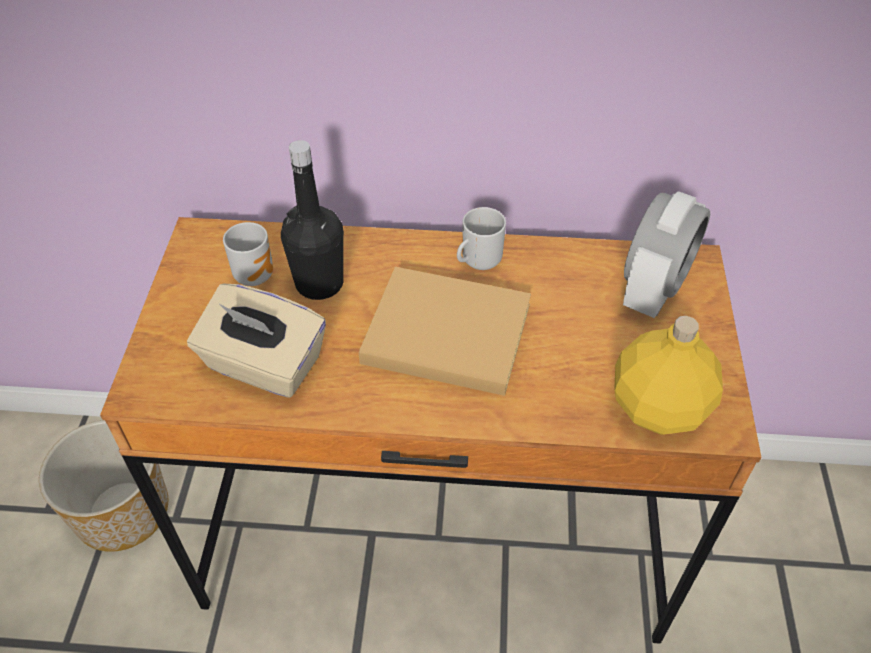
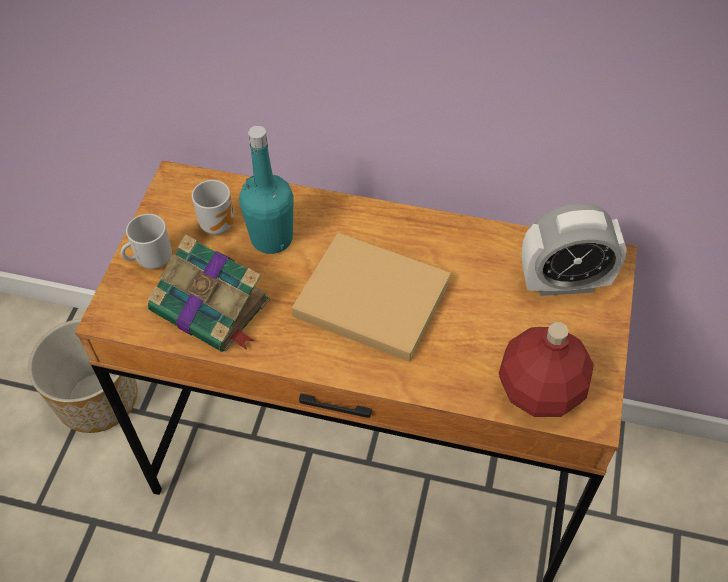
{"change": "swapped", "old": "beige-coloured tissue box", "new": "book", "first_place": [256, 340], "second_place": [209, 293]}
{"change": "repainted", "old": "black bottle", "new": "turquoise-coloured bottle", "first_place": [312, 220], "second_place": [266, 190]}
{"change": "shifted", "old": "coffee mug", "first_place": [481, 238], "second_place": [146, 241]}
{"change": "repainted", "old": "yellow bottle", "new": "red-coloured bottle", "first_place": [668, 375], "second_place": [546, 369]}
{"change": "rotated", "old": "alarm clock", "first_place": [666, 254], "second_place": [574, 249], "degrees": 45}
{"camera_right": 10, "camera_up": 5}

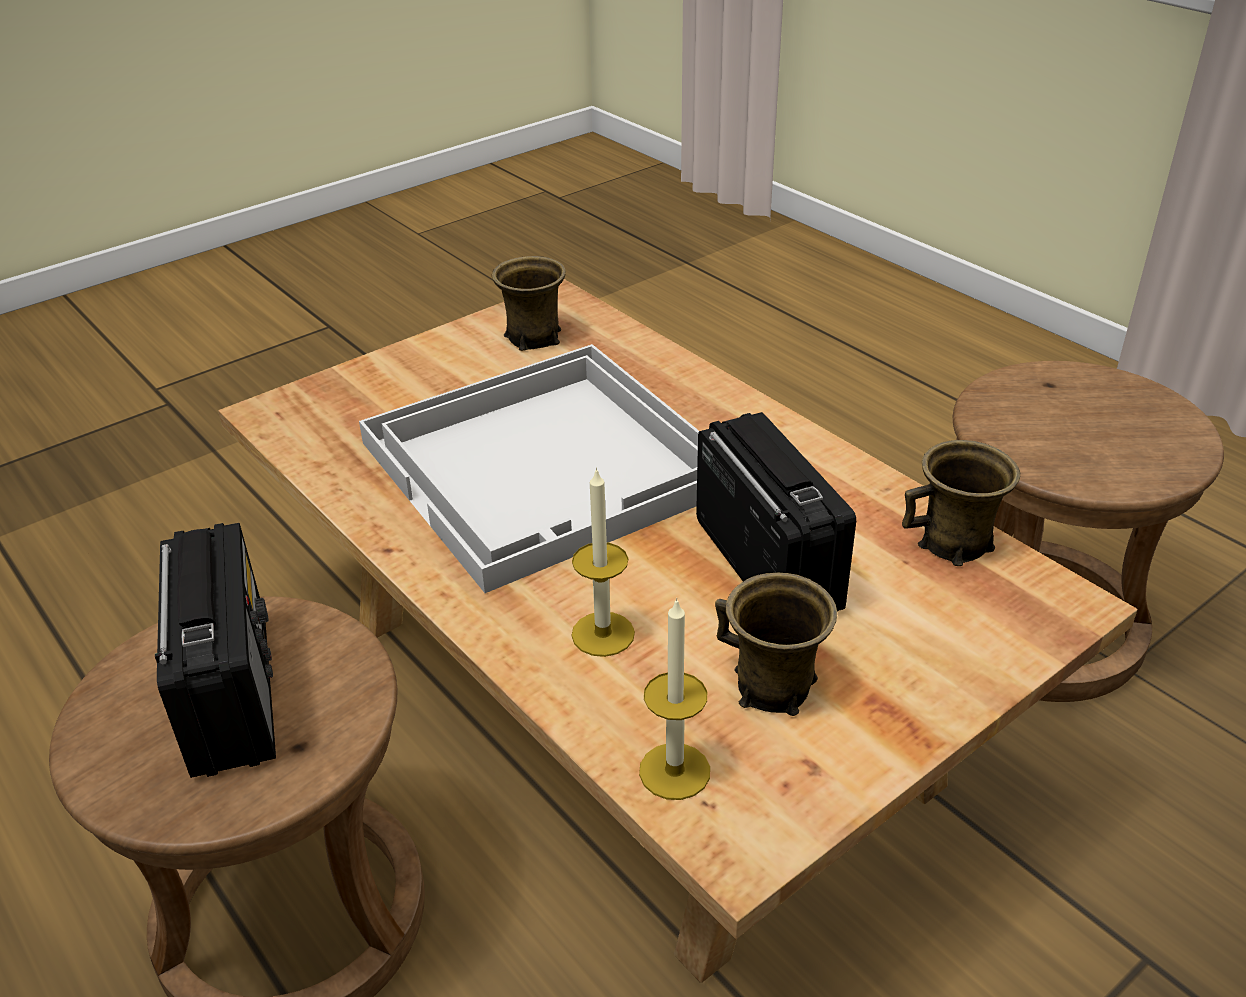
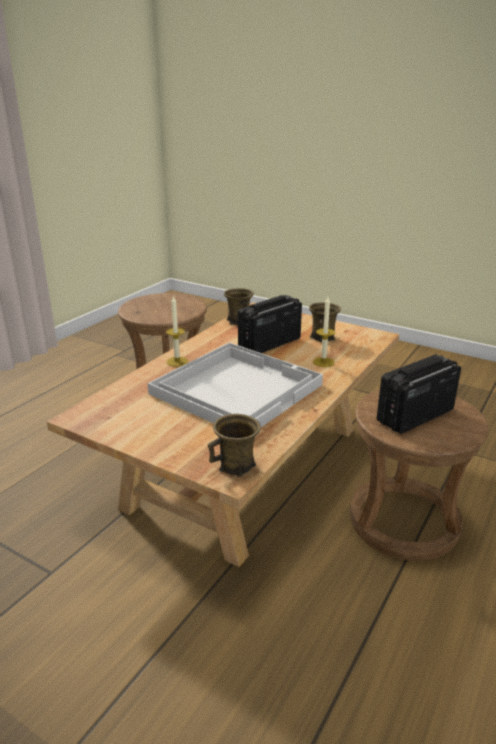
{"change": "shifted", "old": "brown-coloured coffee mug", "first_place": [529, 303], "second_place": [234, 445]}
{"change": "shifted", "old": "wax light", "first_place": [674, 699], "second_place": [177, 331]}
{"camera_right": -110, "camera_up": -10}

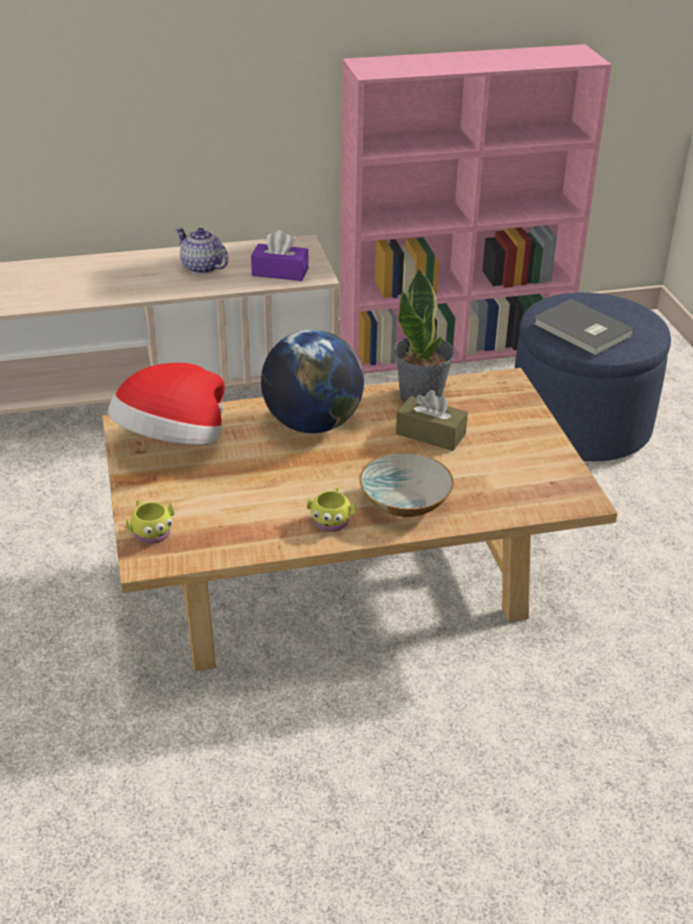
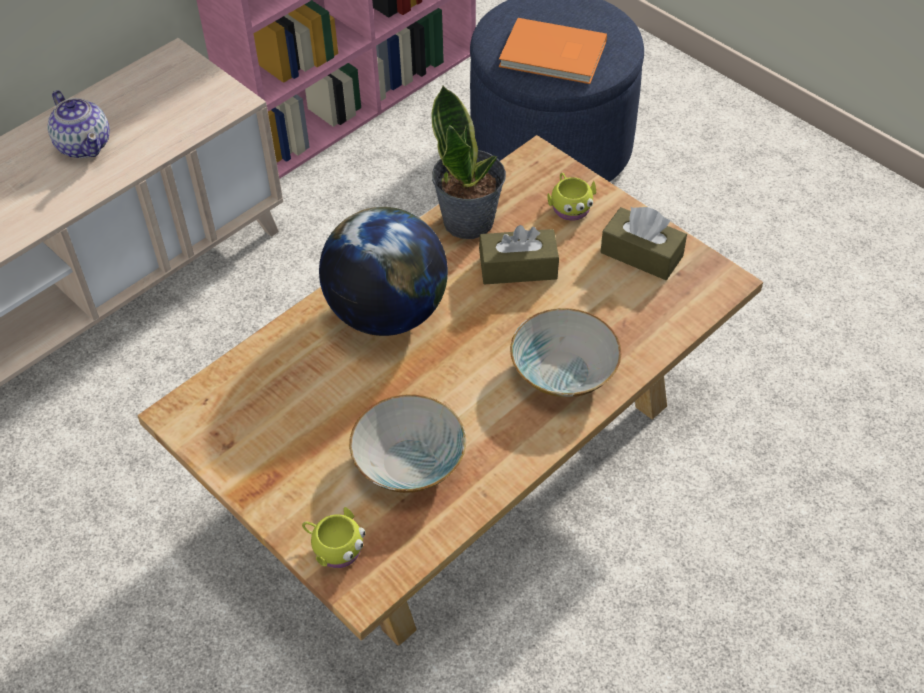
{"change": "gone", "old": "hat", "first_place": [166, 404]}
{"change": "rotated", "old": "pot for tea", "first_place": [202, 251], "second_place": [78, 124], "degrees": -135}
{"change": "gone", "old": "purple tissue box", "first_place": [279, 255]}
{"change": "shifted", "old": "yellow coffee mug", "first_place": [331, 509], "second_place": [571, 196]}
{"change": "repainted", "old": "grey book", "new": "orangey book", "first_place": [583, 327], "second_place": [553, 51]}
{"change": "new", "new": "bowl", "second_place": [407, 443]}
{"change": "new", "new": "brown-coloured tissue box", "second_place": [644, 243]}
{"camera_right": -30, "camera_up": 15}

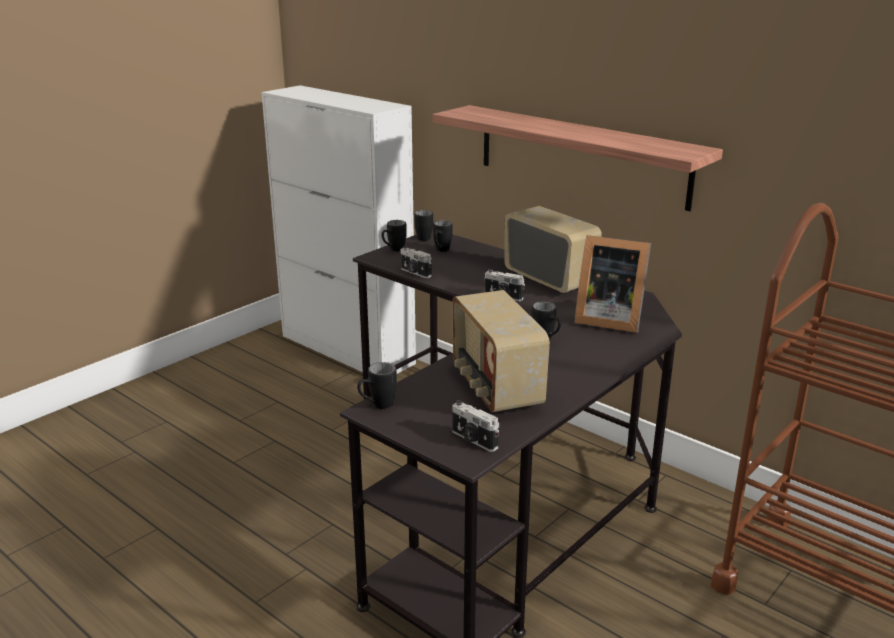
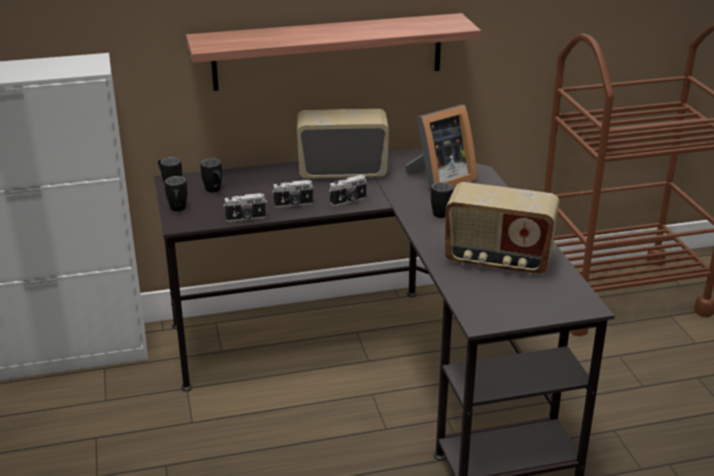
{"change": "gone", "old": "black coffee mug", "first_place": [377, 385]}
{"change": "shifted", "old": "still camera", "first_place": [475, 426], "second_place": [293, 194]}
{"camera_right": -55, "camera_up": 5}

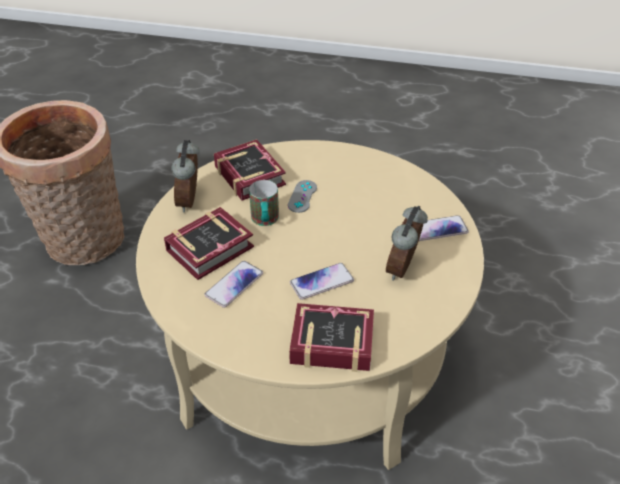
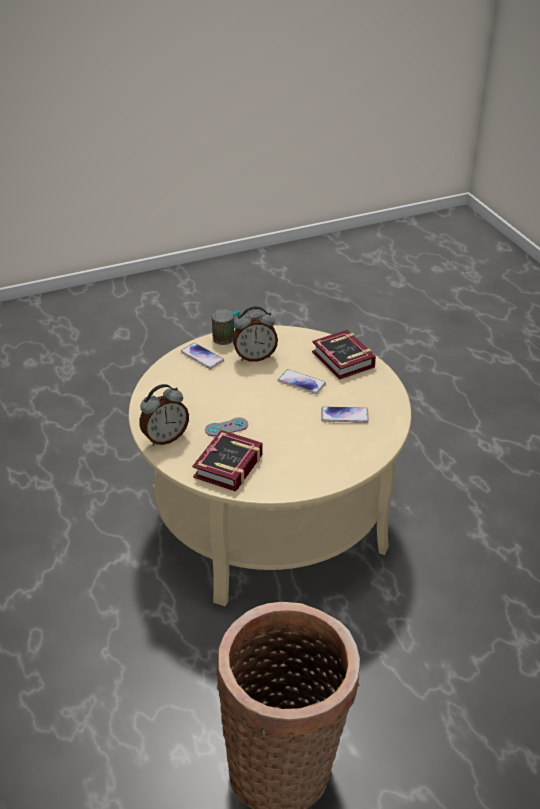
{"change": "gone", "old": "book", "first_place": [209, 243]}
{"change": "shifted", "old": "alarm clock", "first_place": [185, 176], "second_place": [164, 415]}
{"change": "shifted", "old": "coffee mug", "first_place": [264, 203], "second_place": [226, 327]}
{"camera_right": -125, "camera_up": -5}

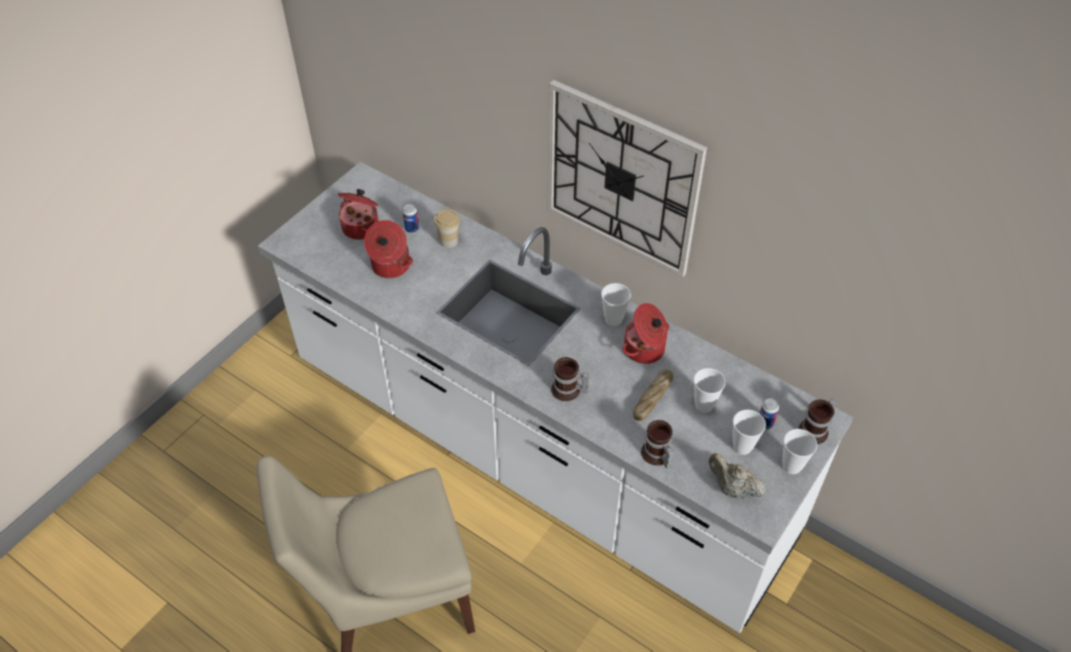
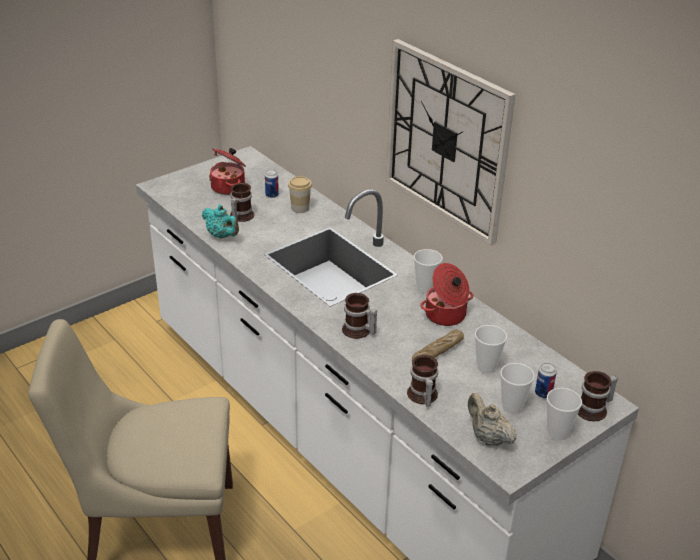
{"change": "swapped", "old": "cooking pot", "new": "coffee mug", "first_place": [388, 249], "second_place": [242, 202]}
{"change": "new", "new": "turquoise-coloured pot for tea", "second_place": [220, 221]}
{"camera_right": 15, "camera_up": -15}

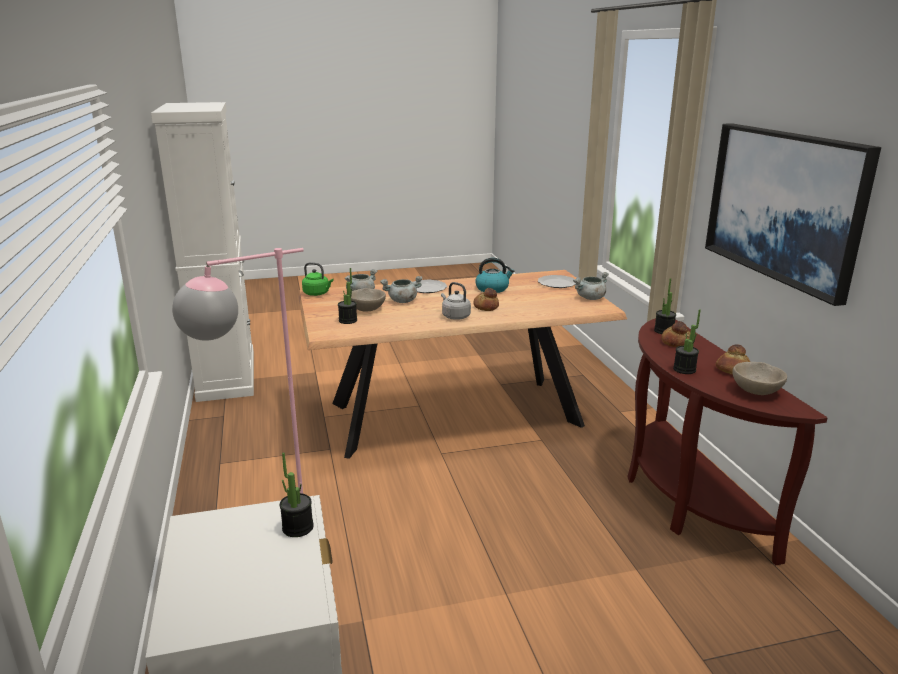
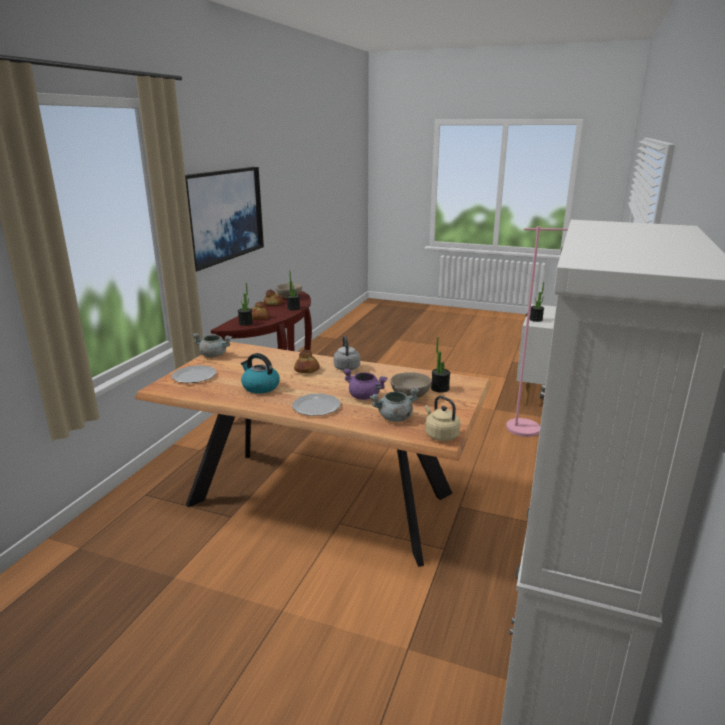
{"change": "repainted", "old": "green tea kettle", "new": "beige-coloured tea kettle", "first_place": [317, 279], "second_place": [442, 418]}
{"change": "repainted", "old": "grey cooking pot", "new": "purple cooking pot", "first_place": [401, 289], "second_place": [365, 384]}
{"camera_right": -145, "camera_up": 0}

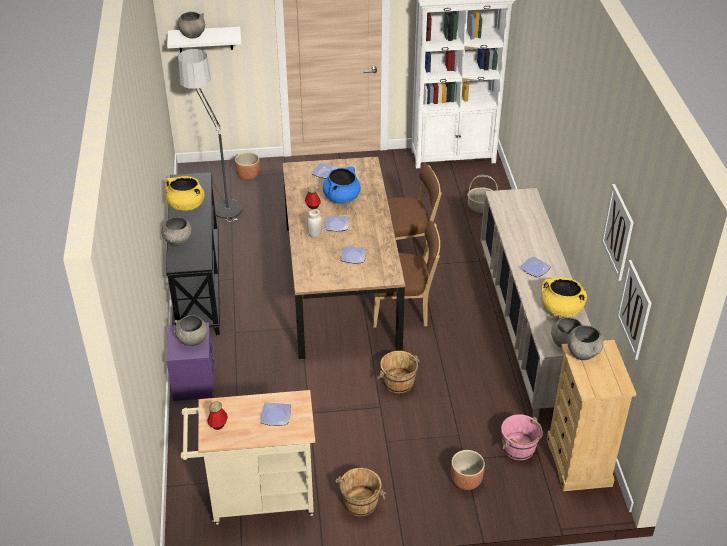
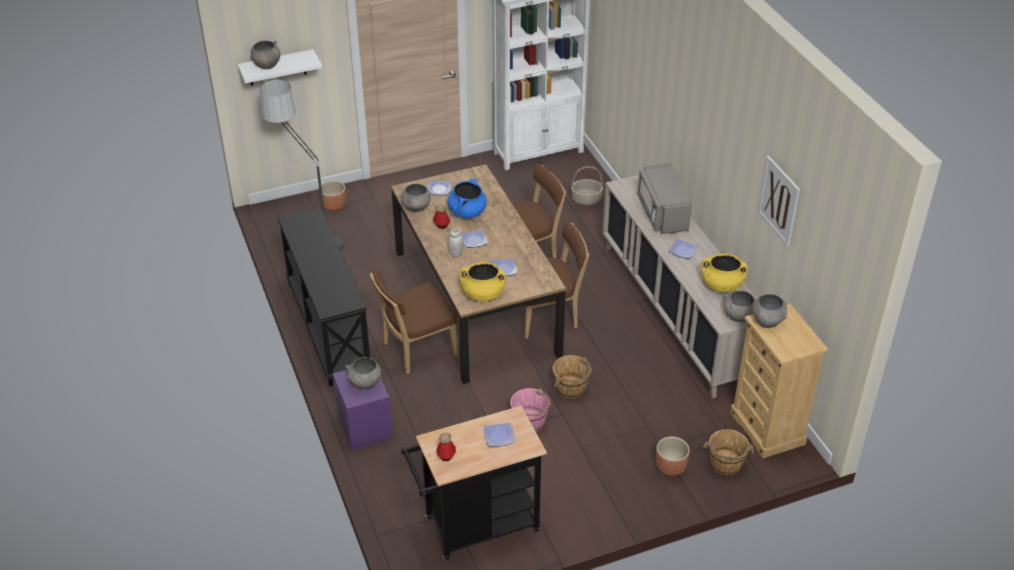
{"change": "shifted", "old": "grey bowl", "first_place": [176, 231], "second_place": [416, 198]}
{"change": "shifted", "old": "yellow cooking pot", "first_place": [185, 193], "second_place": [483, 282]}
{"change": "repainted", "old": "beige-coloured trolley", "new": "black trolley", "first_place": [248, 457], "second_place": [474, 483]}
{"change": "shifted", "old": "brown-coloured pail", "first_place": [360, 492], "second_place": [728, 452]}
{"change": "shifted", "old": "pink pail", "first_place": [522, 437], "second_place": [530, 410]}
{"change": "gone", "old": "picture", "first_place": [633, 310]}
{"change": "new", "new": "brown-coloured upright chair", "second_place": [414, 321]}
{"change": "new", "new": "grey microwave", "second_place": [665, 198]}
{"camera_right": -15, "camera_up": 0}

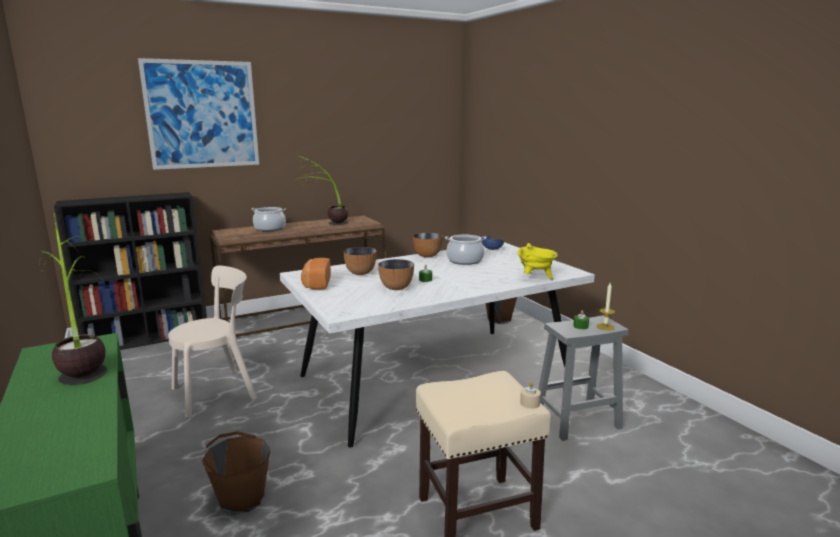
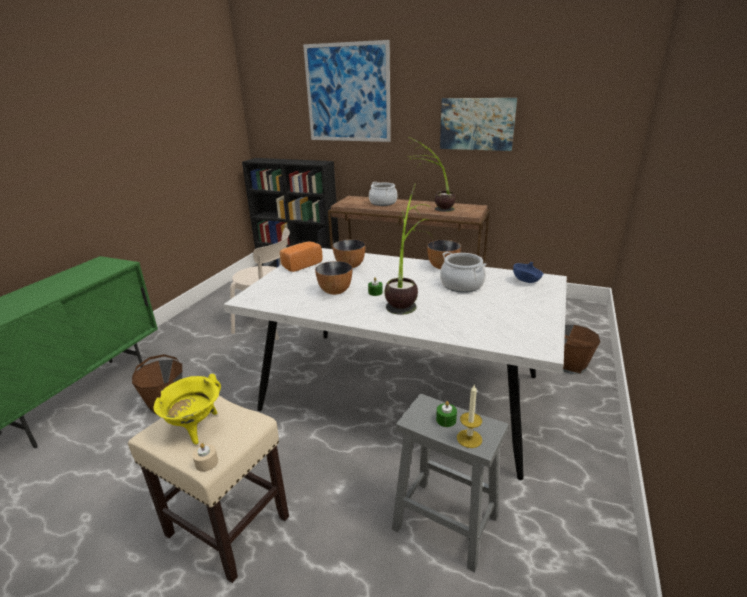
{"change": "shifted", "old": "potted plant", "first_place": [73, 299], "second_place": [408, 249]}
{"change": "shifted", "old": "yellow cooking pot", "first_place": [537, 261], "second_place": [187, 409]}
{"change": "new", "new": "picture", "second_place": [478, 124]}
{"camera_right": 50, "camera_up": 10}

